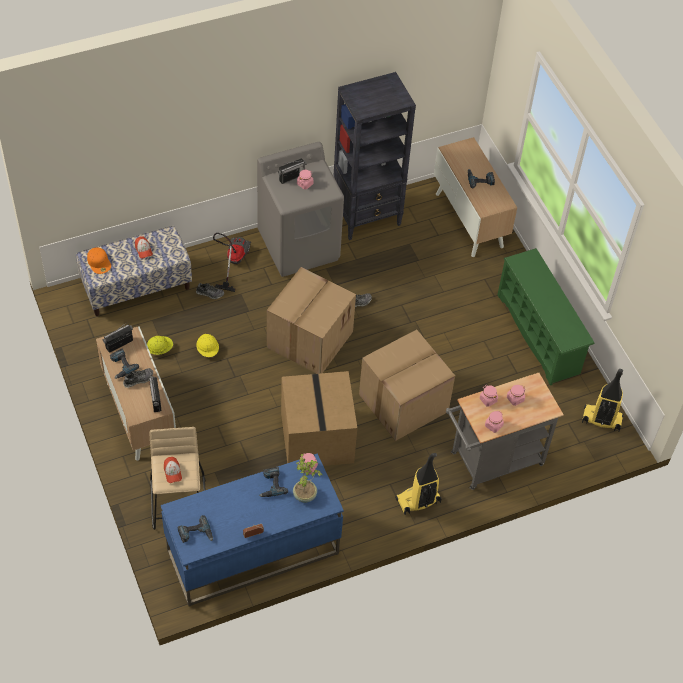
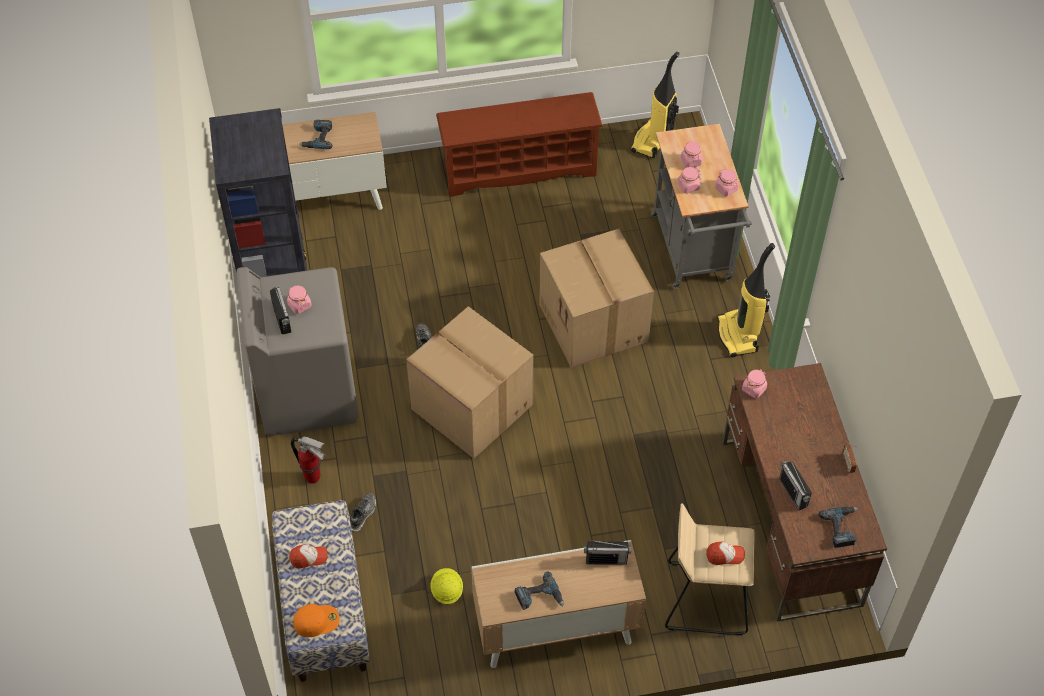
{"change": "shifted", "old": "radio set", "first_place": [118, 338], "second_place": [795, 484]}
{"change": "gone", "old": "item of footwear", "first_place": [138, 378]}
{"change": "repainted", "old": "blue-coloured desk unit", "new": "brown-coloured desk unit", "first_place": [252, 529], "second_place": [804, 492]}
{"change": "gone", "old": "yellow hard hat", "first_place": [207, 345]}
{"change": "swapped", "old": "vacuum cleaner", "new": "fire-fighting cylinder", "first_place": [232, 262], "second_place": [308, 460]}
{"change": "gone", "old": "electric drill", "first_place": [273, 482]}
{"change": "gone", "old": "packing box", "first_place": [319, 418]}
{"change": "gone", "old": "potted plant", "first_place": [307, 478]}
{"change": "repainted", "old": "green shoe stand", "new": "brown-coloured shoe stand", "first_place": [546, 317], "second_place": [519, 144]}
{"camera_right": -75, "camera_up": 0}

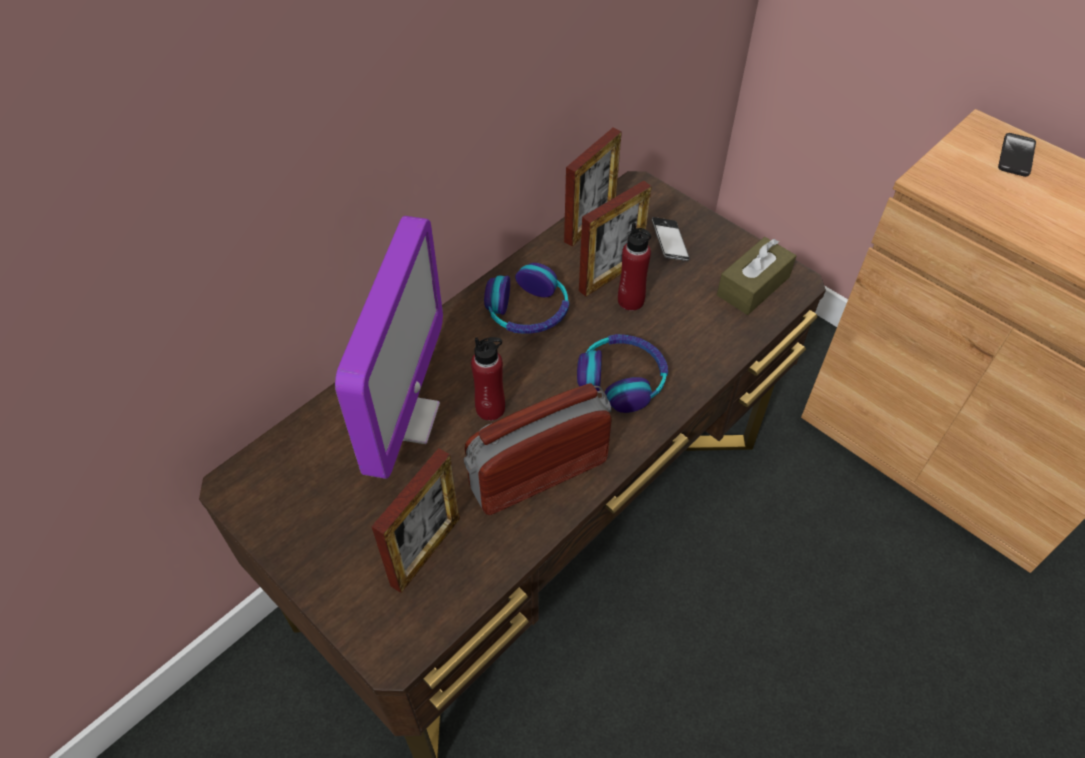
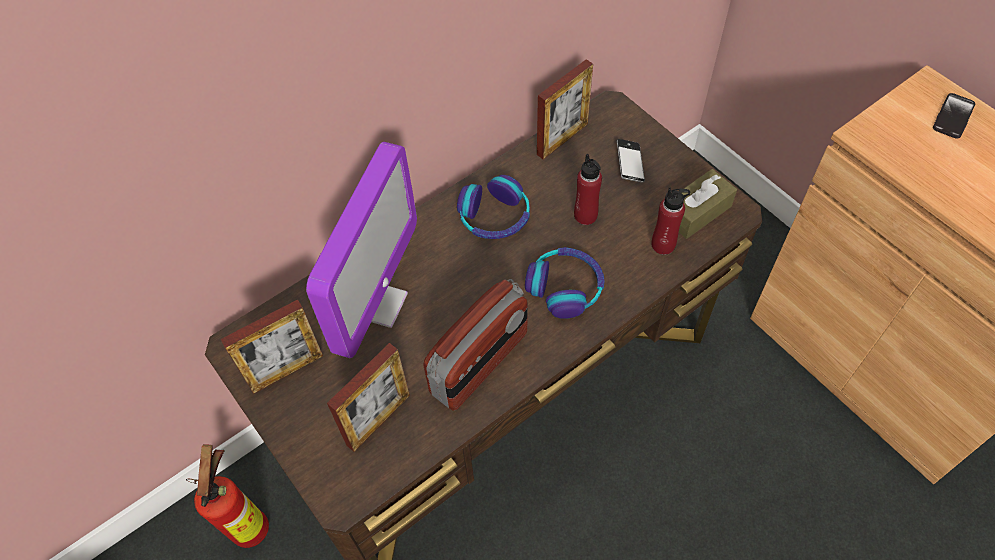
{"change": "rotated", "old": "radio set", "first_place": [537, 449], "second_place": [475, 345], "degrees": 150}
{"change": "shifted", "old": "red-coloured bottle", "first_place": [488, 379], "second_place": [670, 221]}
{"change": "shifted", "old": "standing frame", "first_place": [615, 239], "second_place": [272, 346]}
{"change": "new", "new": "fire-fighting cylinder", "second_place": [227, 496]}
{"camera_right": 10, "camera_up": 5}

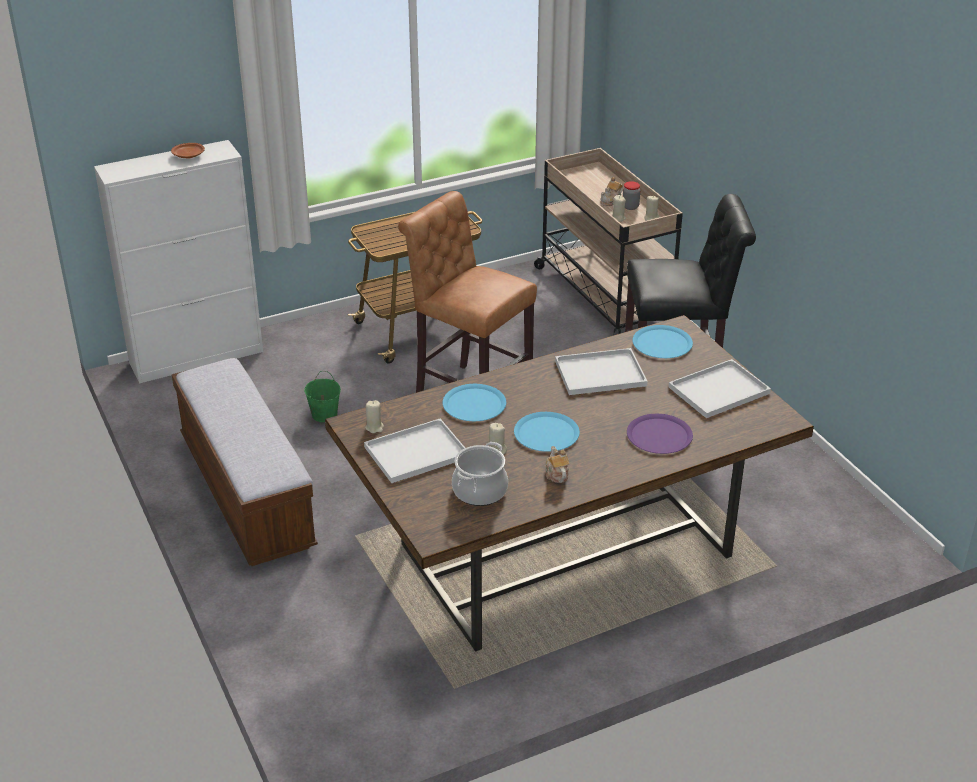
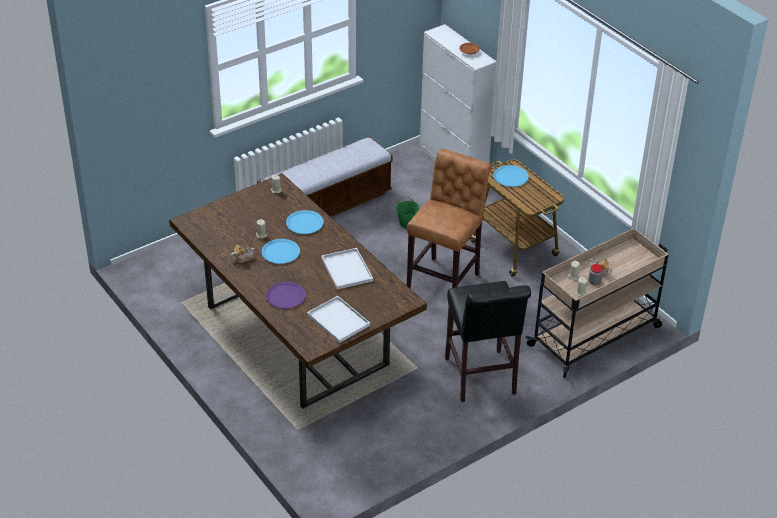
{"change": "gone", "old": "whitish serving tray", "first_place": [414, 450]}
{"change": "gone", "old": "cooking pot", "first_place": [480, 474]}
{"change": "shifted", "old": "blue-coloured flat dish", "first_place": [662, 341], "second_place": [511, 176]}
{"camera_right": 80, "camera_up": 5}

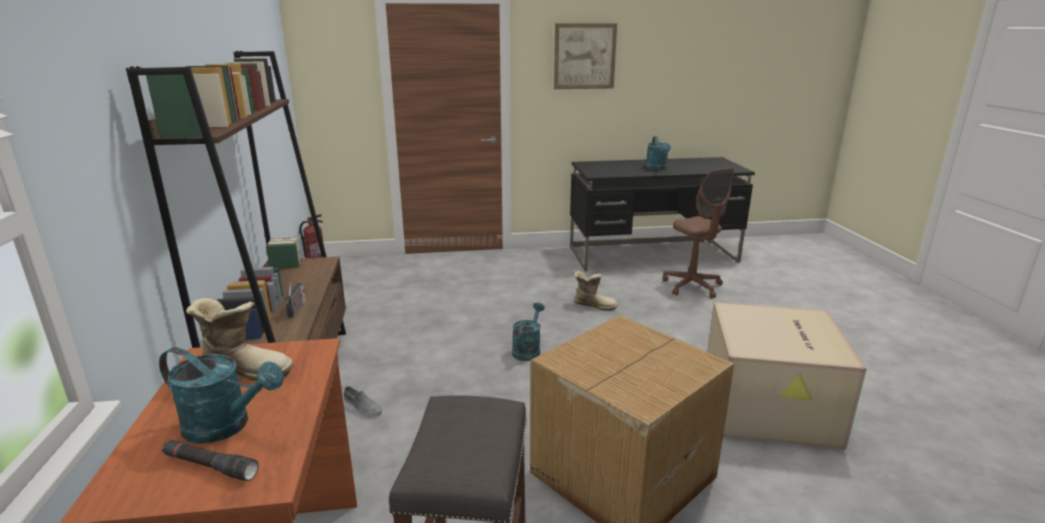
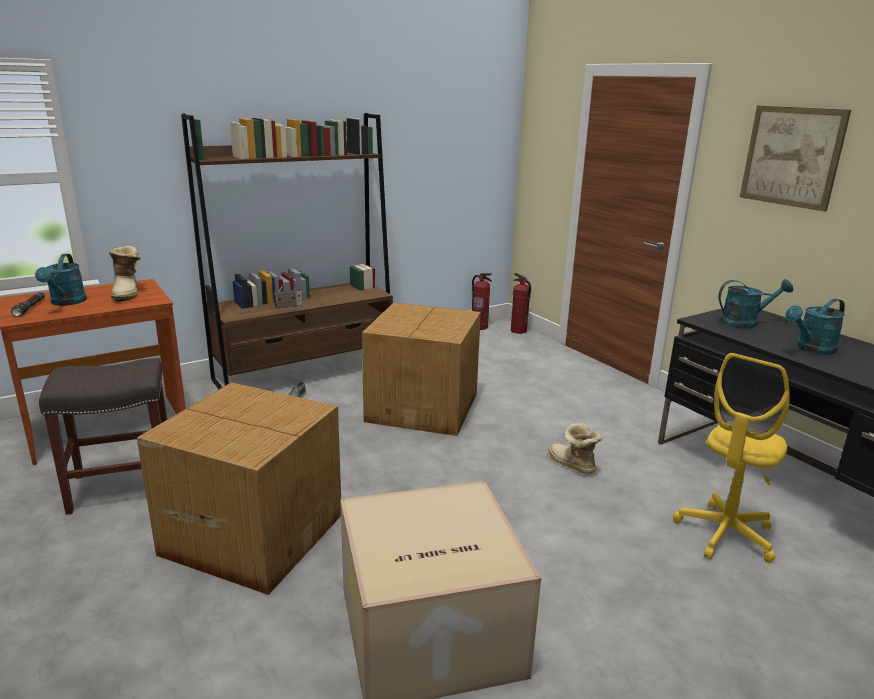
{"change": "shifted", "old": "turquoise-coloured sprinkling can", "first_place": [528, 331], "second_place": [755, 304]}
{"change": "rotated", "old": "tall boot", "first_place": [595, 291], "second_place": [575, 448], "degrees": 150}
{"change": "repainted", "old": "brown-coloured desk chair", "new": "yellow desk chair", "first_place": [698, 233], "second_place": [731, 458]}
{"change": "new", "new": "packing box", "second_place": [421, 369]}
{"change": "new", "new": "fire-fighting cylinder", "second_place": [521, 303]}
{"camera_right": 65, "camera_up": 0}

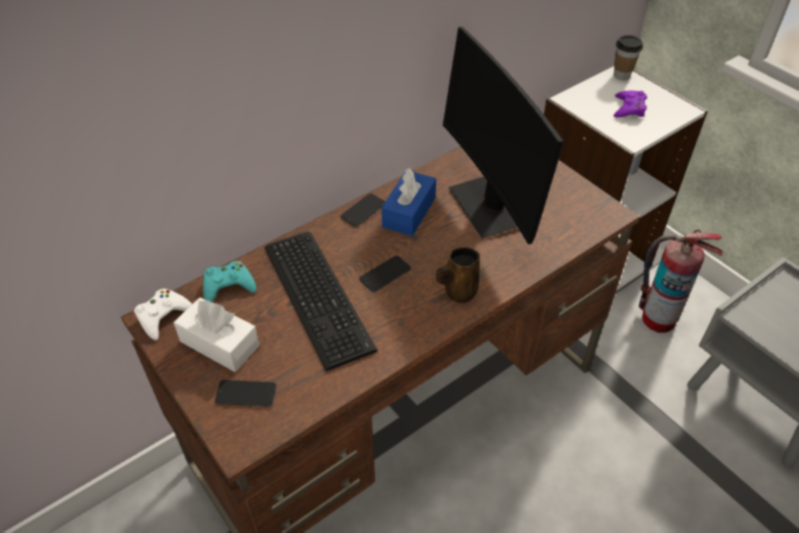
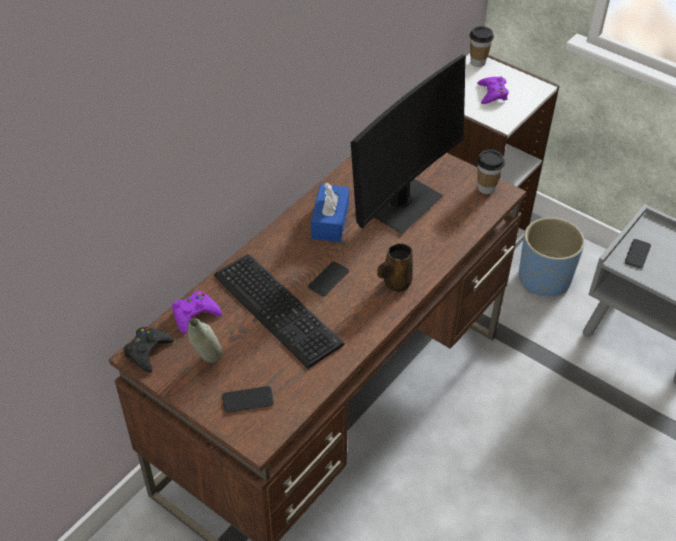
{"change": "repainted", "old": "whitish joypad", "new": "black joypad", "first_place": [163, 314], "second_place": [148, 350]}
{"change": "swapped", "old": "whitish tissue box", "new": "grey bottle", "first_place": [217, 334], "second_place": [205, 340]}
{"change": "repainted", "old": "turquoise-coloured joypad", "new": "purple joypad", "first_place": [229, 281], "second_place": [197, 312]}
{"change": "shifted", "old": "handset", "first_place": [362, 210], "second_place": [638, 253]}
{"change": "rotated", "old": "computer screen", "first_place": [503, 135], "second_place": [408, 144], "degrees": -105}
{"change": "swapped", "old": "fire-fighting cylinder", "new": "blue-coloured flower pot", "first_place": [681, 281], "second_place": [552, 257]}
{"change": "new", "new": "cup", "second_place": [491, 171]}
{"camera_right": -15, "camera_up": 0}

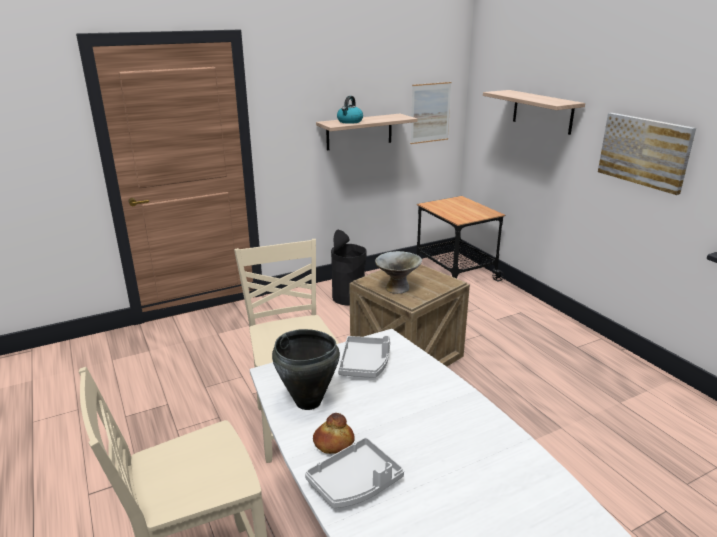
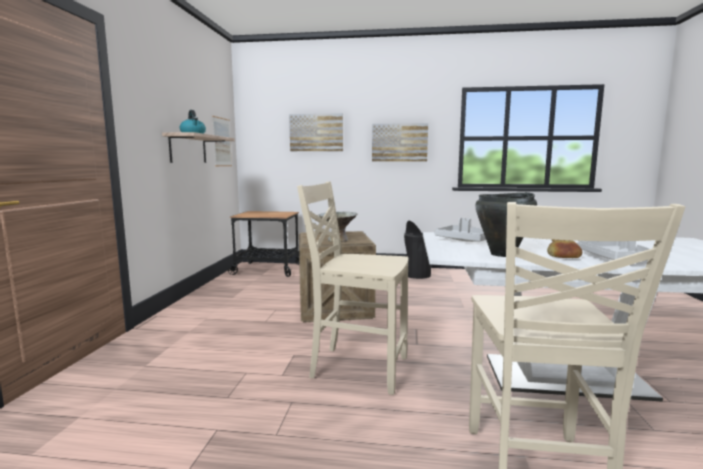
{"change": "shifted", "old": "black rubbish bin", "first_place": [348, 268], "second_place": [417, 250]}
{"change": "swapped", "old": "shelf", "new": "picture", "first_place": [534, 112], "second_place": [316, 132]}
{"camera_right": -55, "camera_up": -15}

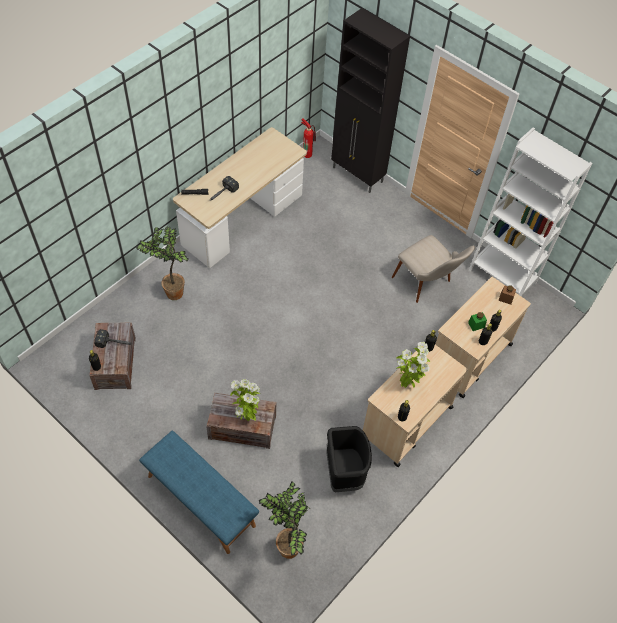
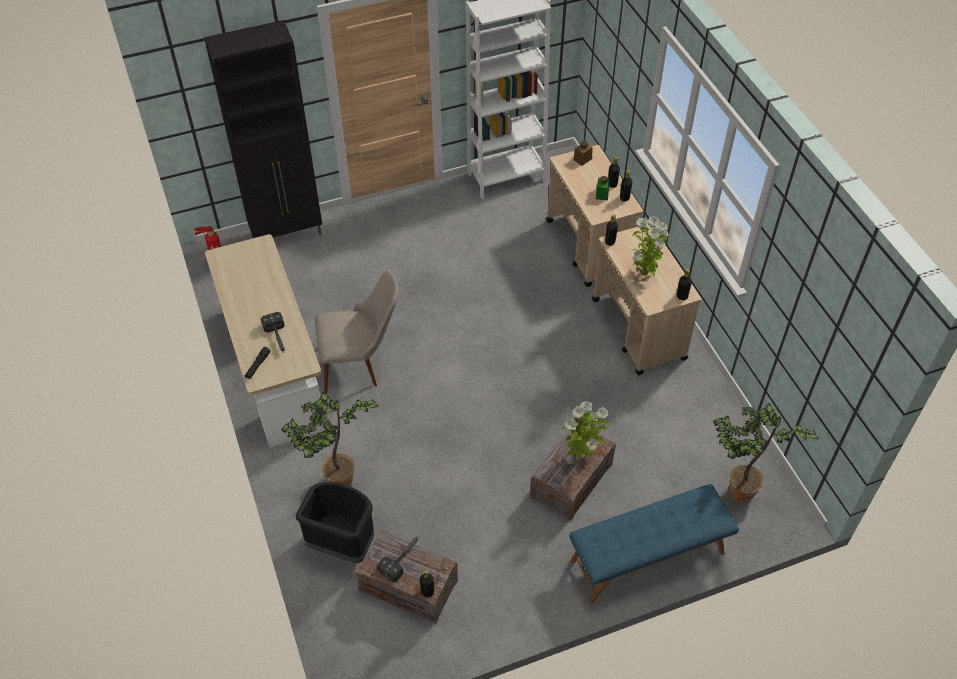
{"change": "shifted", "old": "black rubbish bin", "first_place": [349, 459], "second_place": [334, 522]}
{"change": "shifted", "old": "beige-coloured upright chair", "first_place": [433, 269], "second_place": [356, 332]}
{"camera_right": -60, "camera_up": -5}

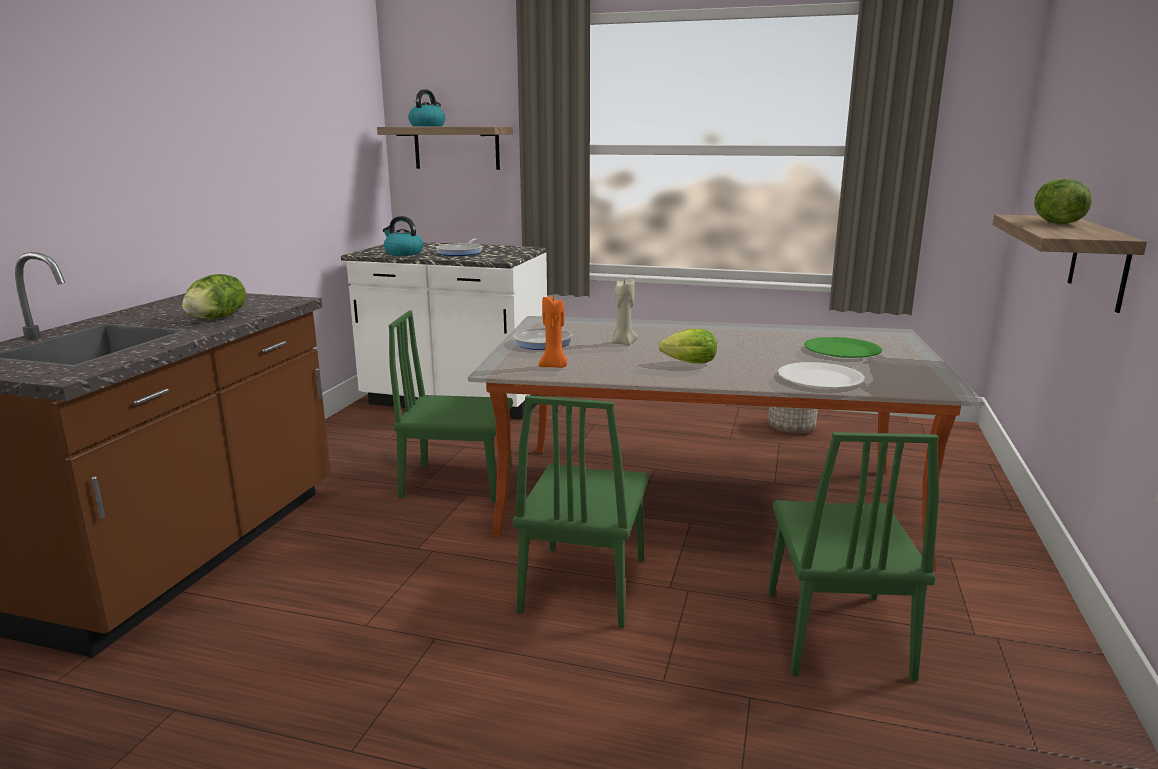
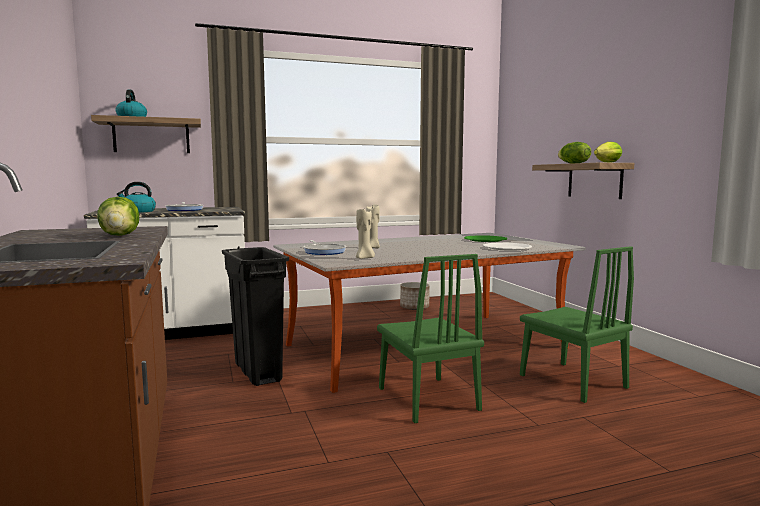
{"change": "swapped", "old": "green upright chair", "new": "black rubbish bin", "first_place": [451, 406], "second_place": [255, 316]}
{"change": "repainted", "old": "orangey wax light", "new": "beige-coloured wax light", "first_place": [553, 331], "second_place": [365, 234]}
{"change": "shifted", "old": "lettuce head", "first_place": [688, 346], "second_place": [608, 152]}
{"camera_right": -35, "camera_up": -10}

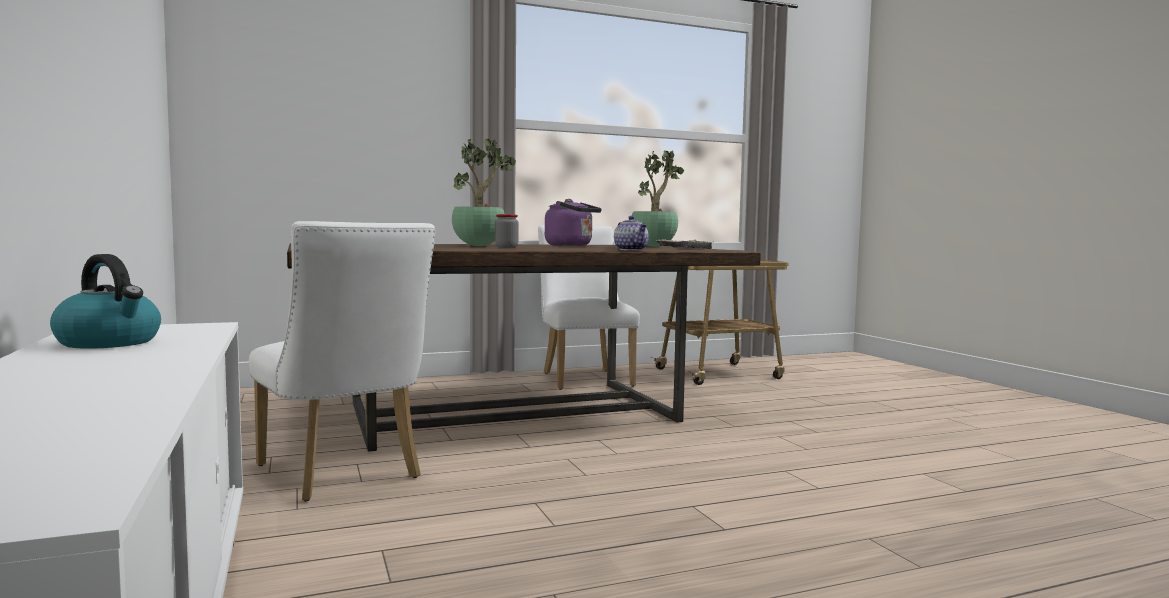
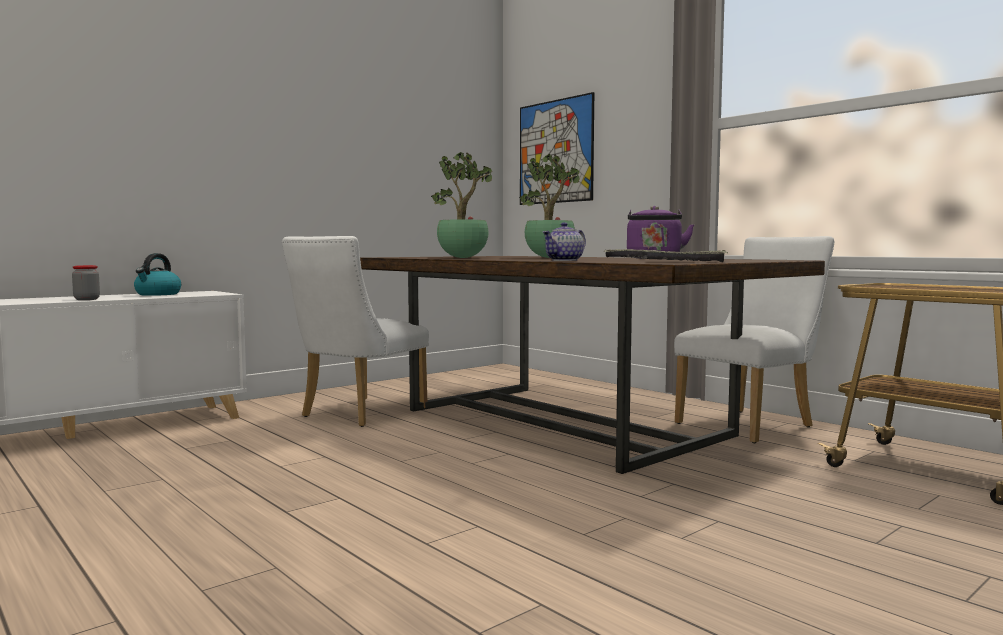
{"change": "shifted", "old": "jar", "first_place": [506, 231], "second_place": [86, 282]}
{"change": "shifted", "old": "potted plant", "first_place": [658, 198], "second_place": [461, 205]}
{"change": "new", "new": "picture", "second_place": [557, 148]}
{"camera_right": 70, "camera_up": 0}

